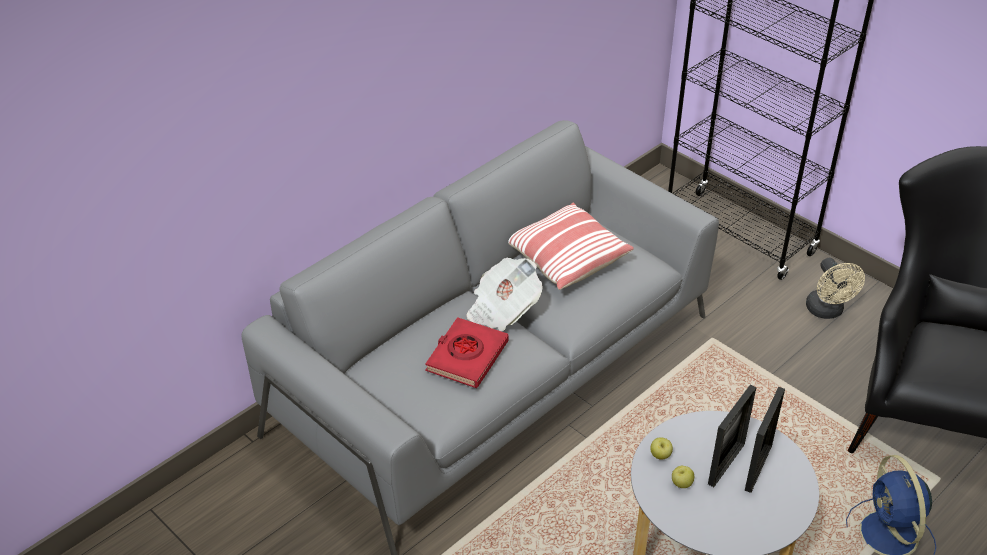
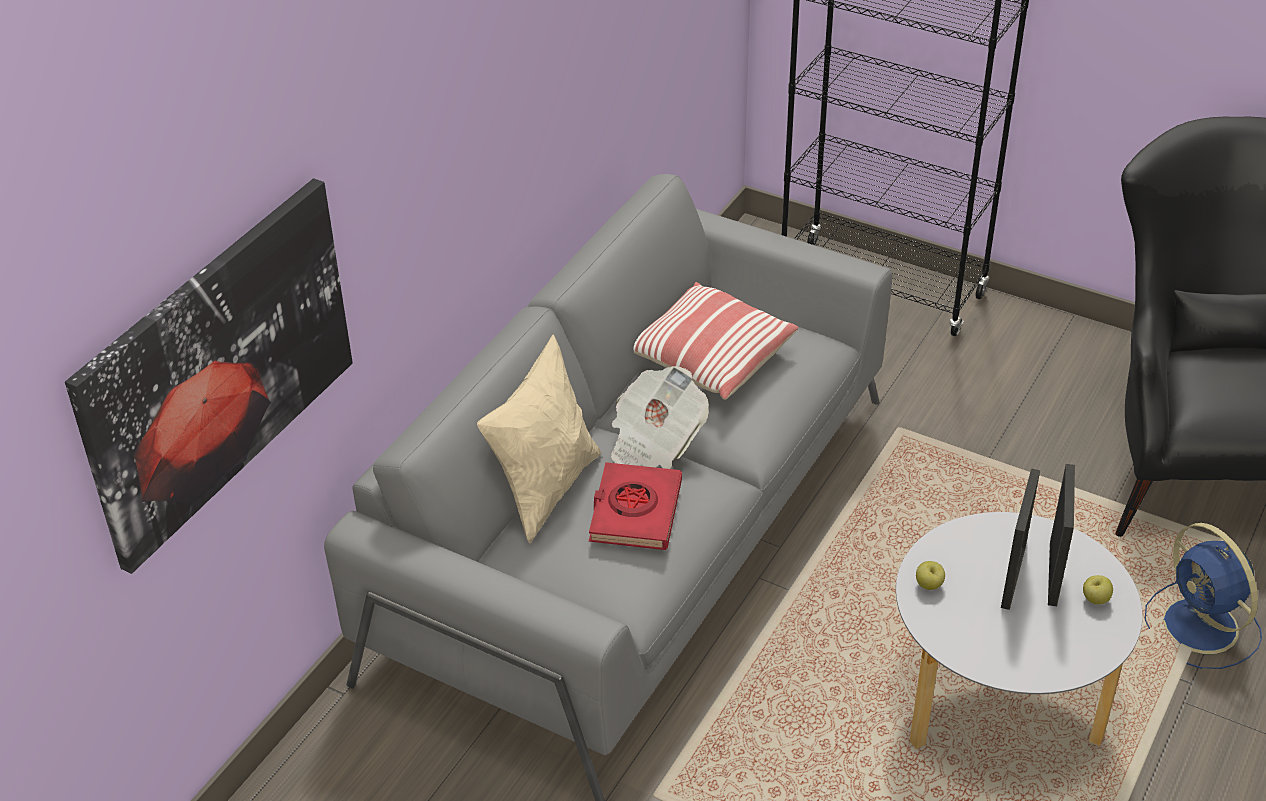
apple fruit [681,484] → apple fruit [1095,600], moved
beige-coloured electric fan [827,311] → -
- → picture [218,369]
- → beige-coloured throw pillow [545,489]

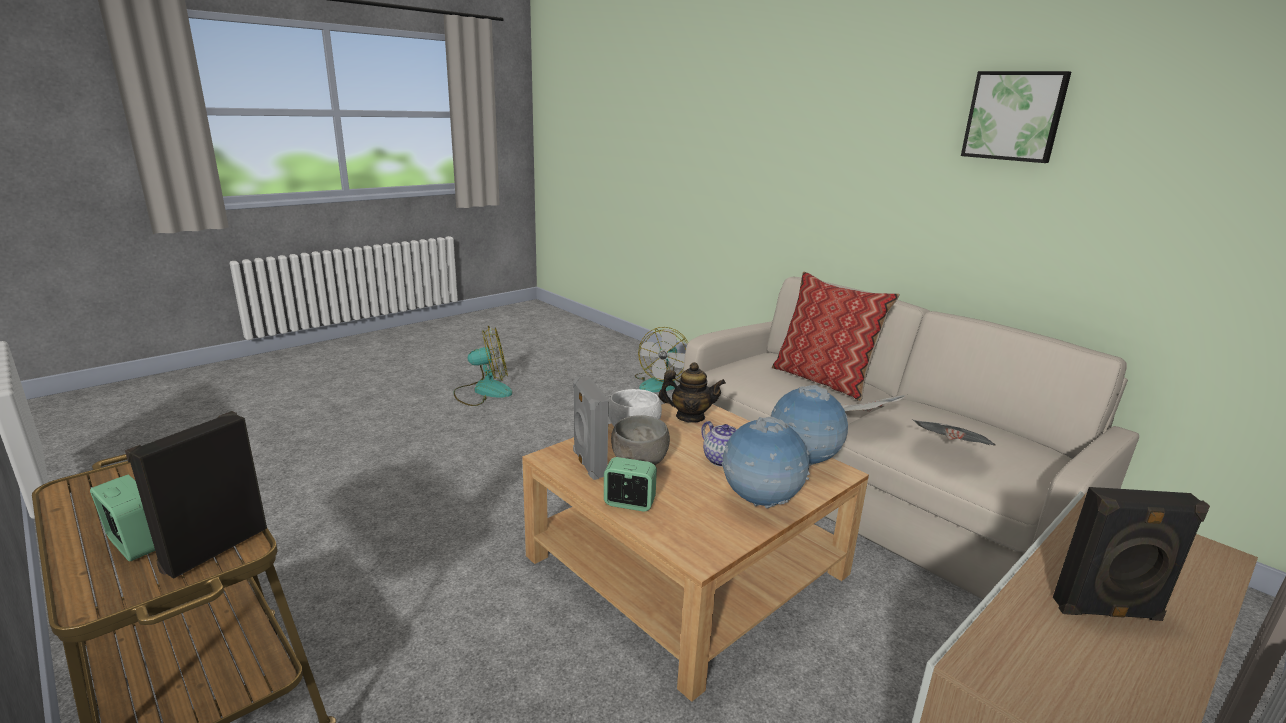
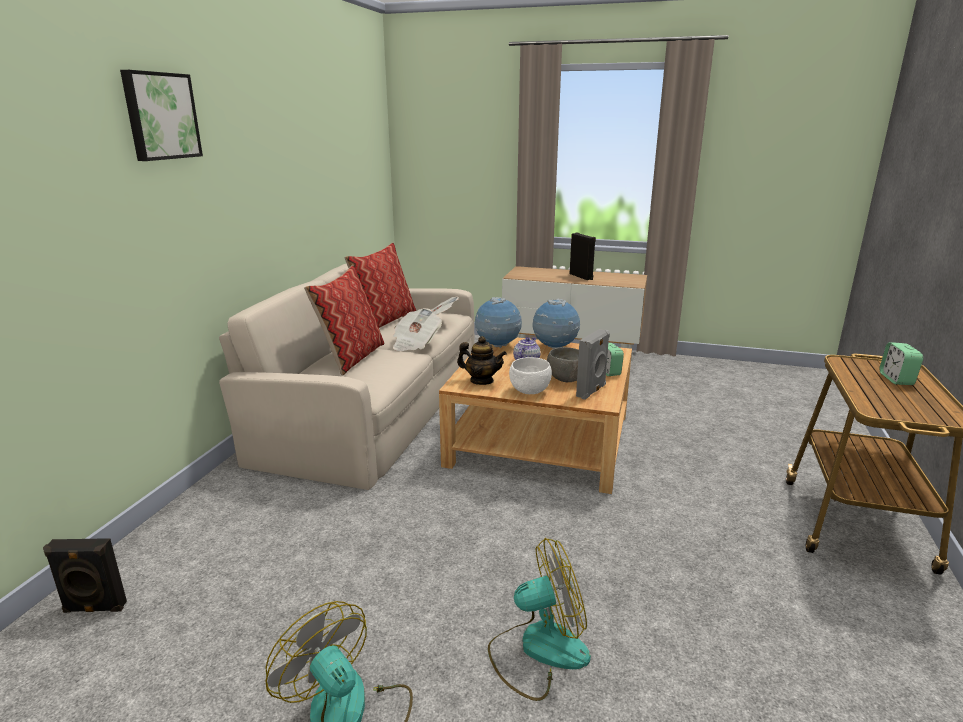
black speaker [214,547] → black speaker [94,608], moved
electric fan [661,383] → electric fan [538,650], moved
tea pot [690,417] → tea pot [481,381], 135 degrees clockwise
picture [1014,116] → picture [160,116], moved
- → throw pillow [385,320]

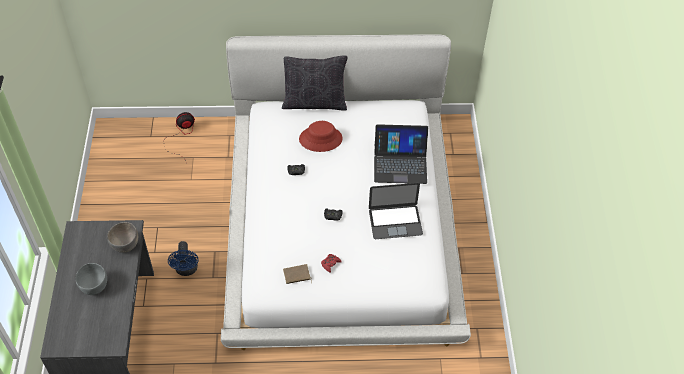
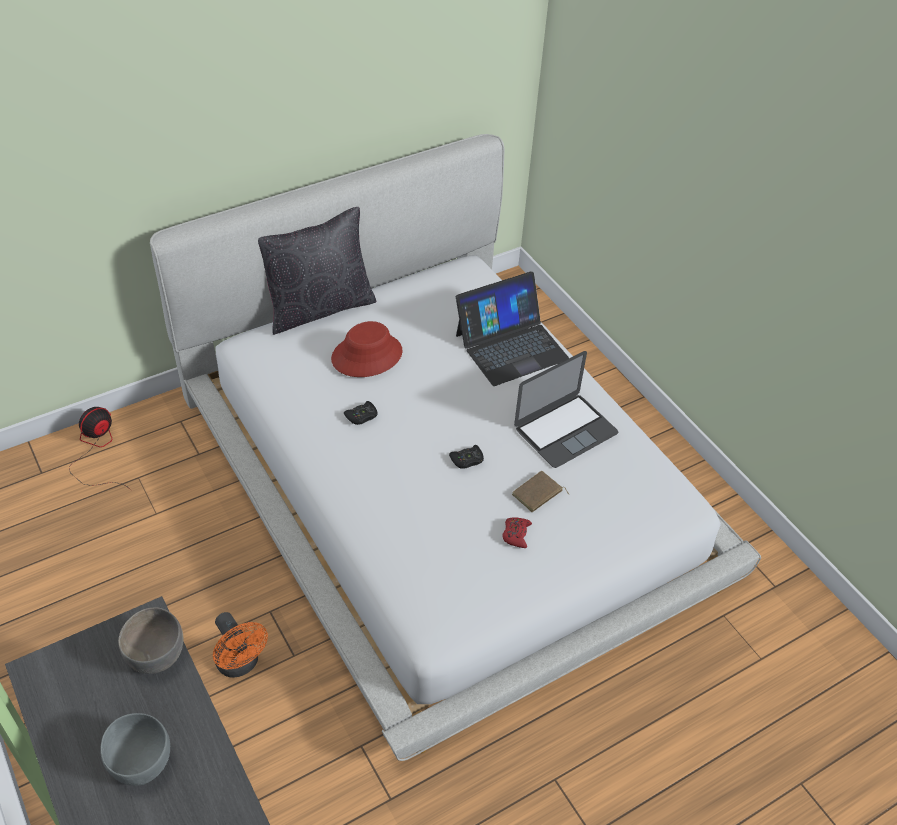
blue-coloured electric fan [186,270] → orange-coloured electric fan [240,664]
brownish book [297,276] → brownish book [538,494], moved

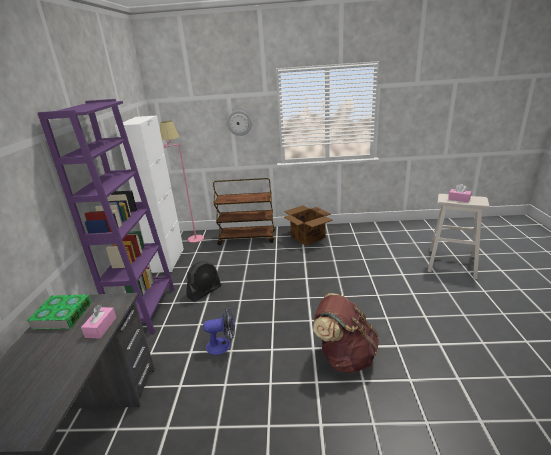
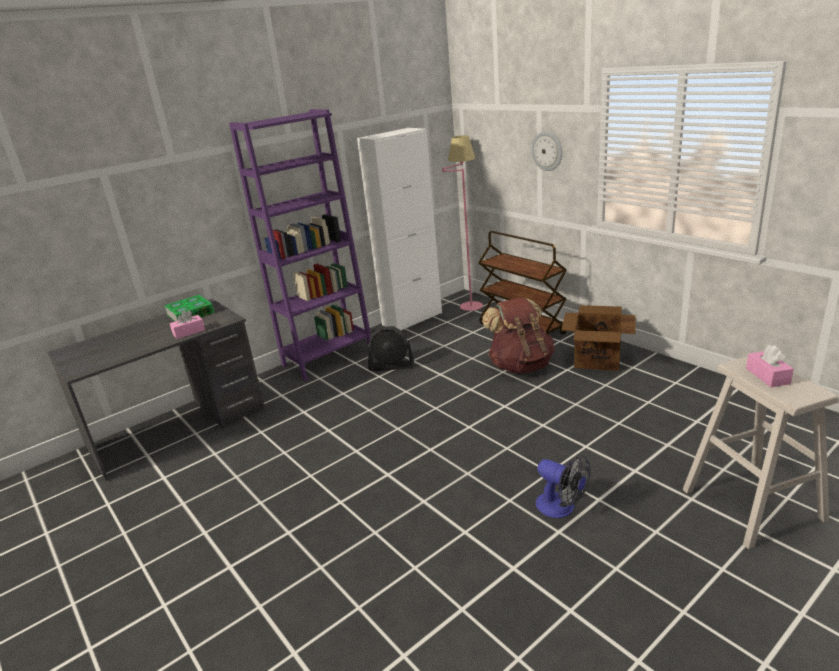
electric fan [223,345] → electric fan [561,508], moved
brownish rucksack [344,356] → brownish rucksack [520,365], moved

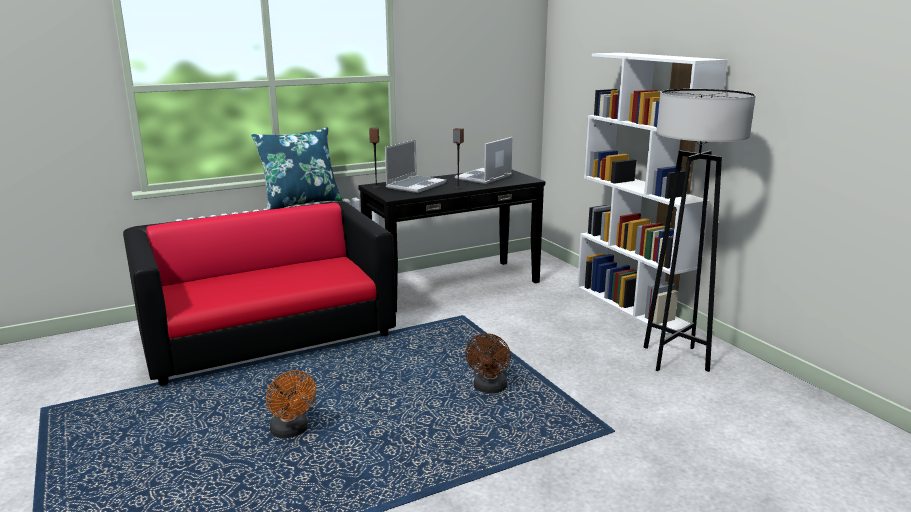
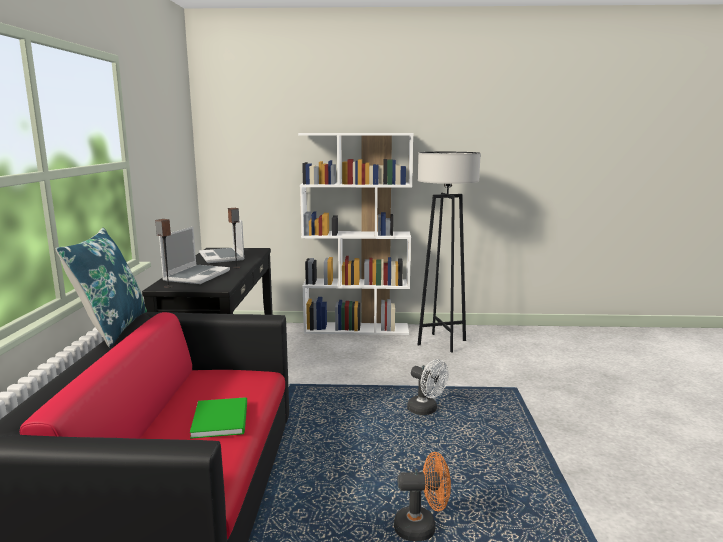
laptop [416,185] → laptop [197,275], 45 degrees clockwise
brownish electric fan [489,389] → white electric fan [426,410]
- → green book [222,418]

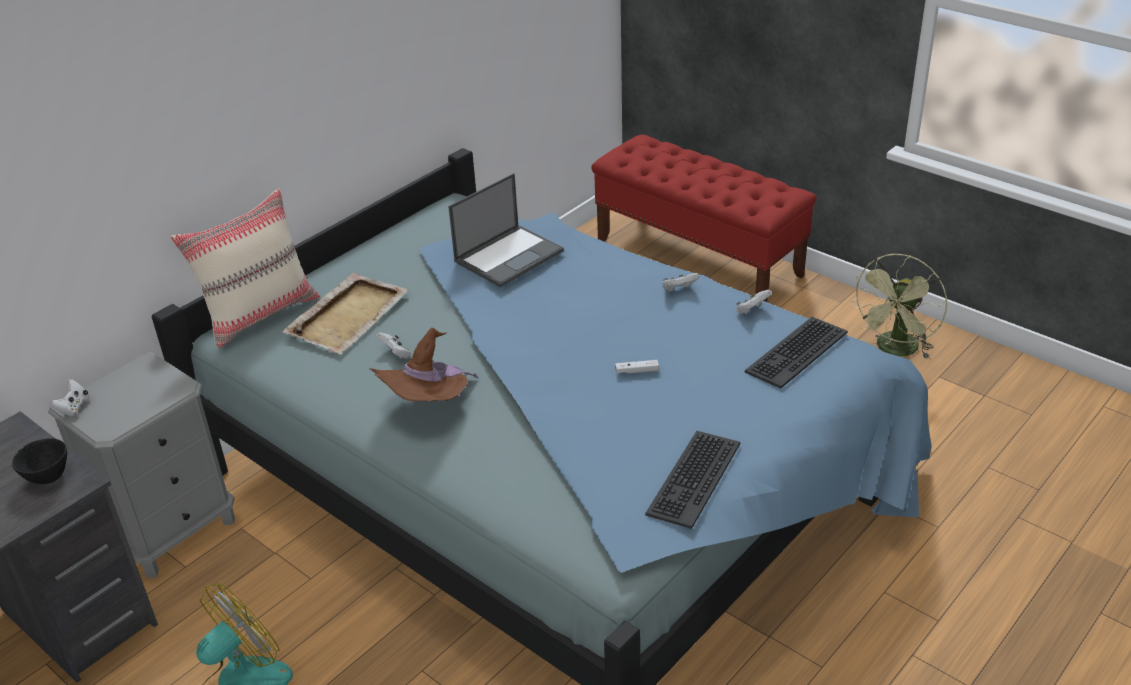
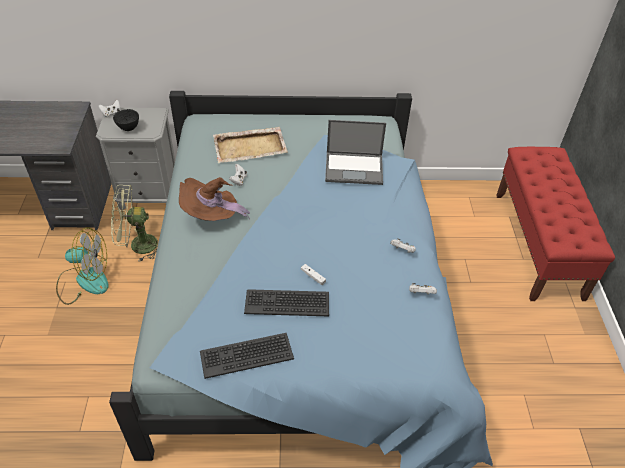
black deep dish [49,478] → black deep dish [128,128], moved
beige-coloured throw pillow [260,314] → -
computer keyboard [796,352] → computer keyboard [287,303], moved
green electric fan [895,350] → green electric fan [137,246], moved

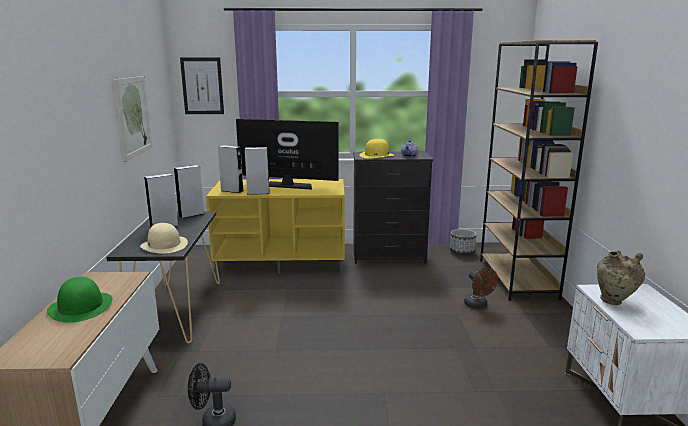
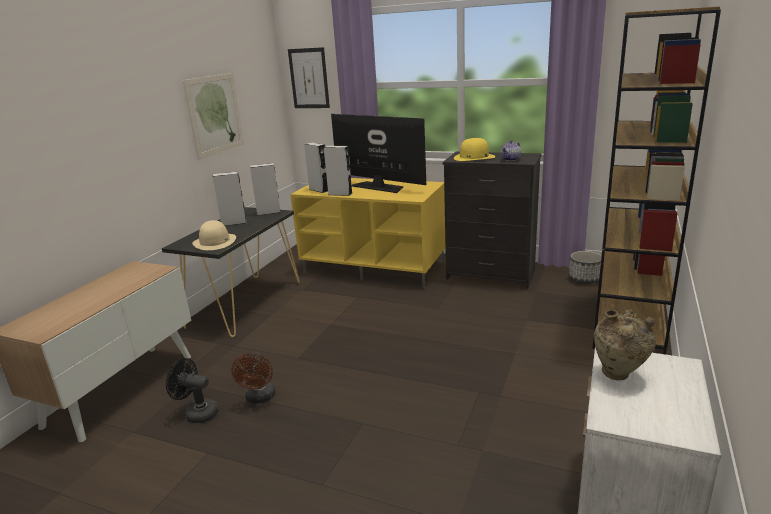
green wearable hat [80,307] → -
brownish electric fan [478,305] → brownish electric fan [260,398], moved

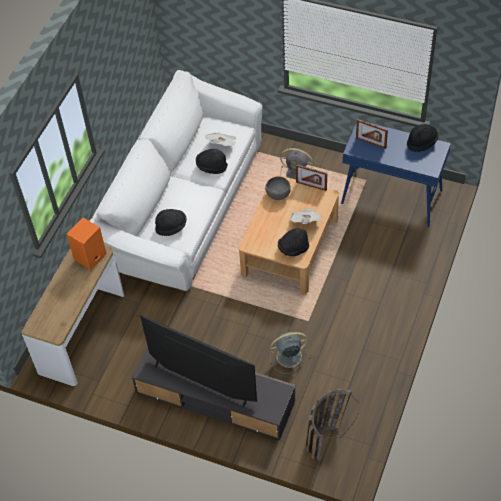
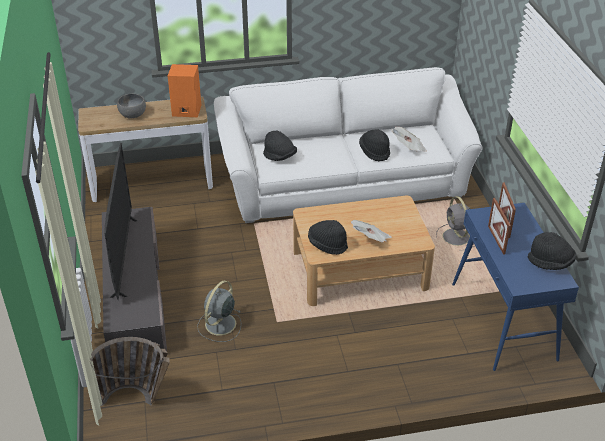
grey deep dish [278,194] → grey deep dish [133,114], moved
grey electric fan [287,357] → grey electric fan [219,325], 105 degrees counterclockwise
standing frame [311,186] → standing frame [496,240], moved

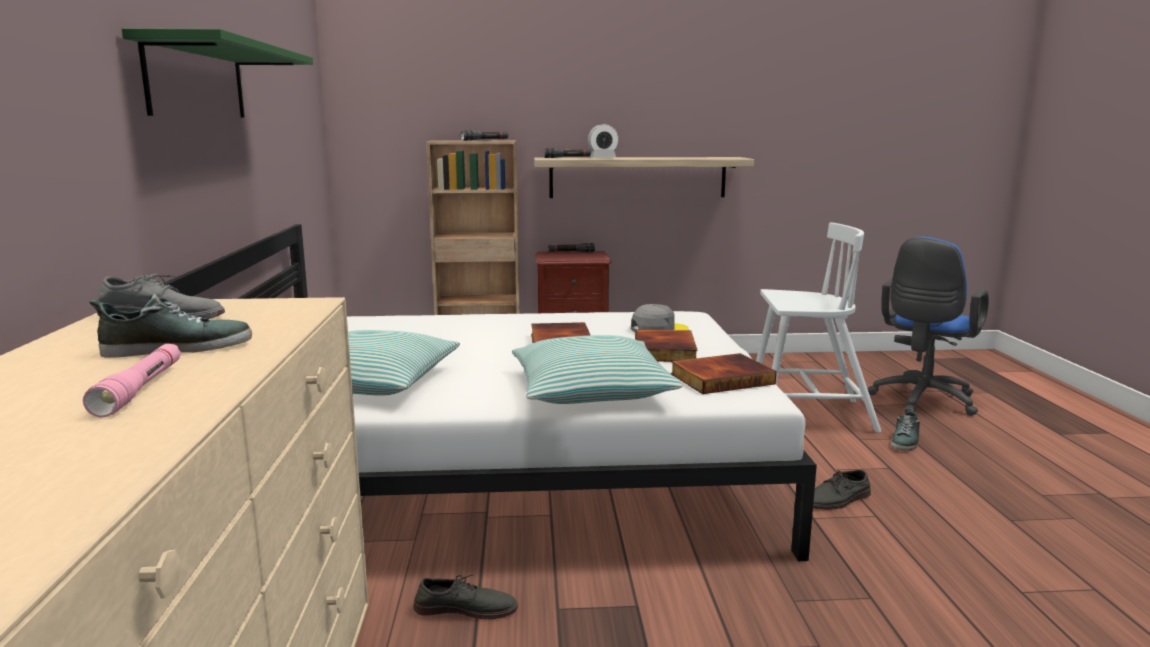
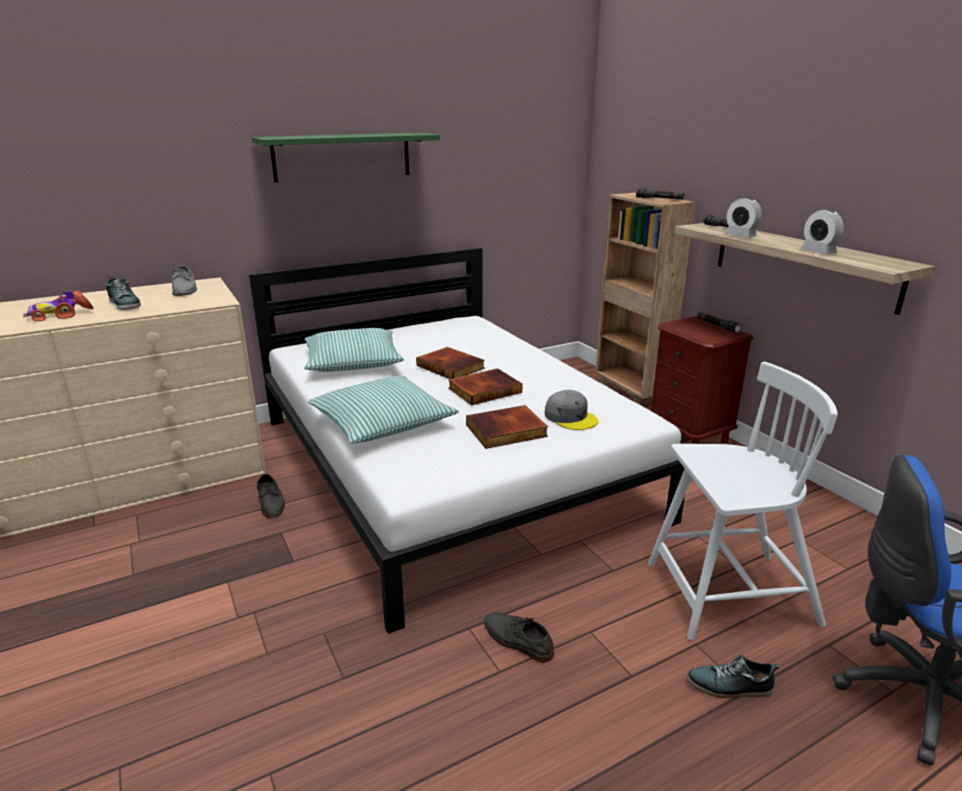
pink torch [140,389] → toy car [60,315]
book [721,378] → book [451,366], moved
white upright chair [807,415] → white upright chair [728,594], 75 degrees counterclockwise
- → table clock [818,252]

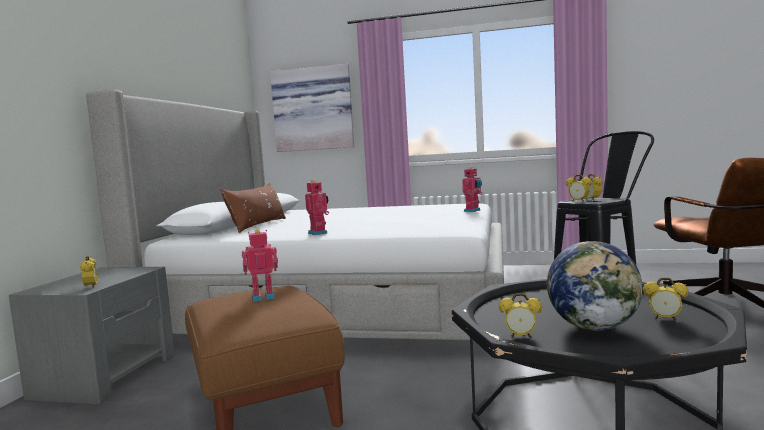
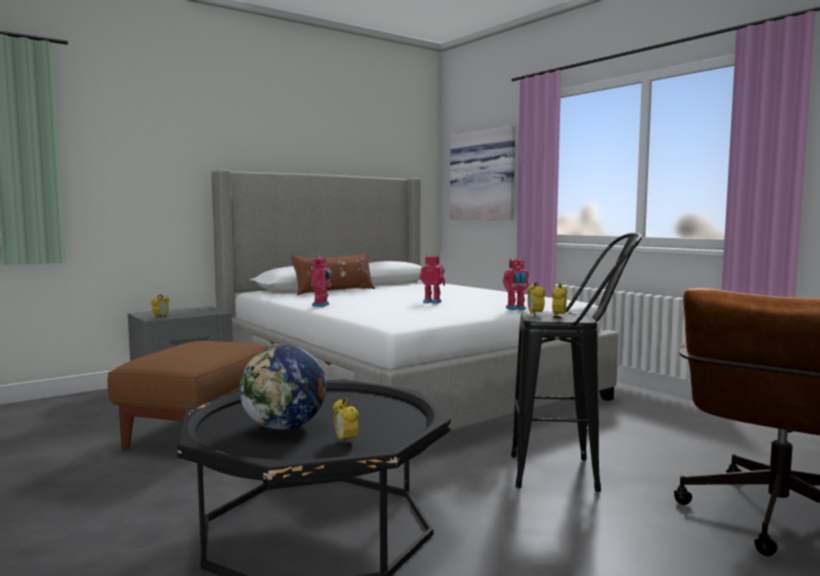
model robot [263,297] → model robot [432,302], moved
table clock [521,336] → -

